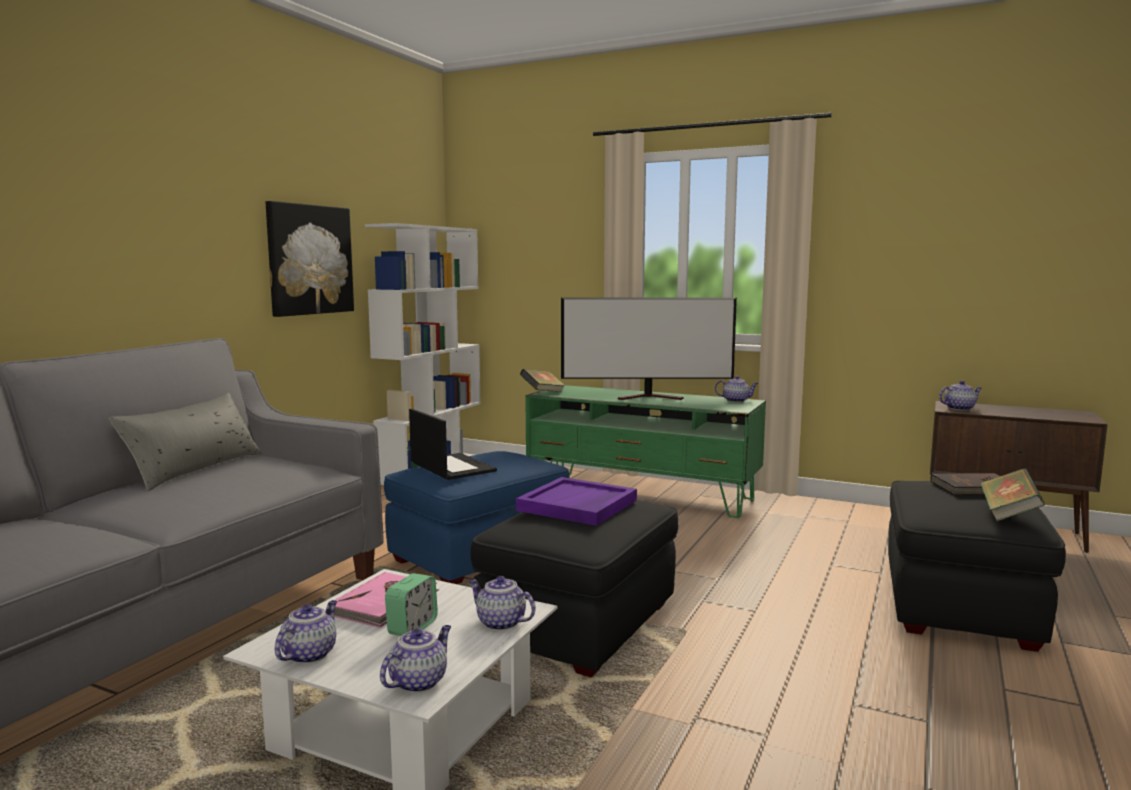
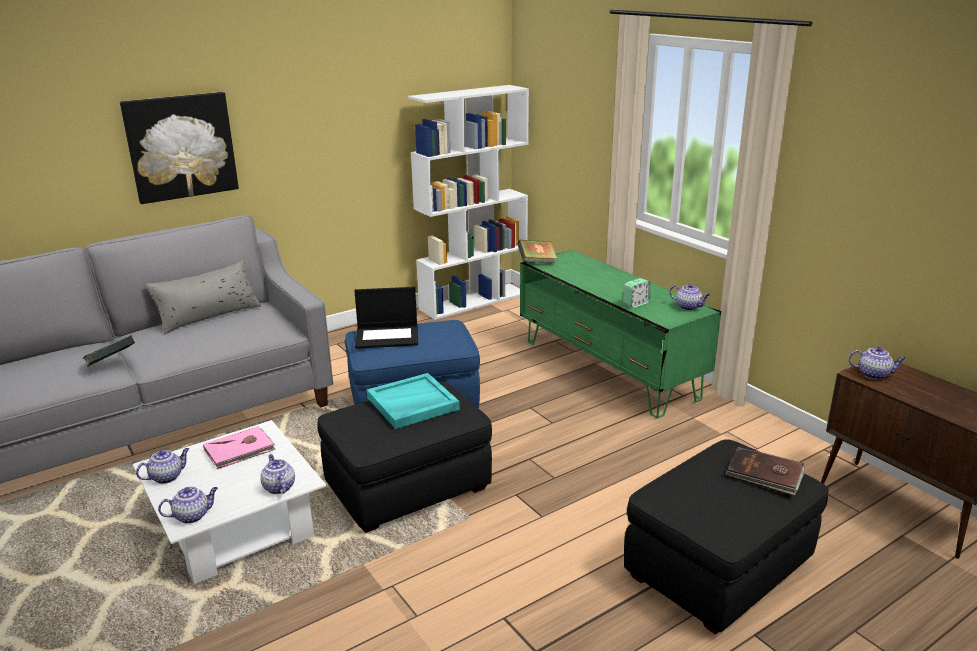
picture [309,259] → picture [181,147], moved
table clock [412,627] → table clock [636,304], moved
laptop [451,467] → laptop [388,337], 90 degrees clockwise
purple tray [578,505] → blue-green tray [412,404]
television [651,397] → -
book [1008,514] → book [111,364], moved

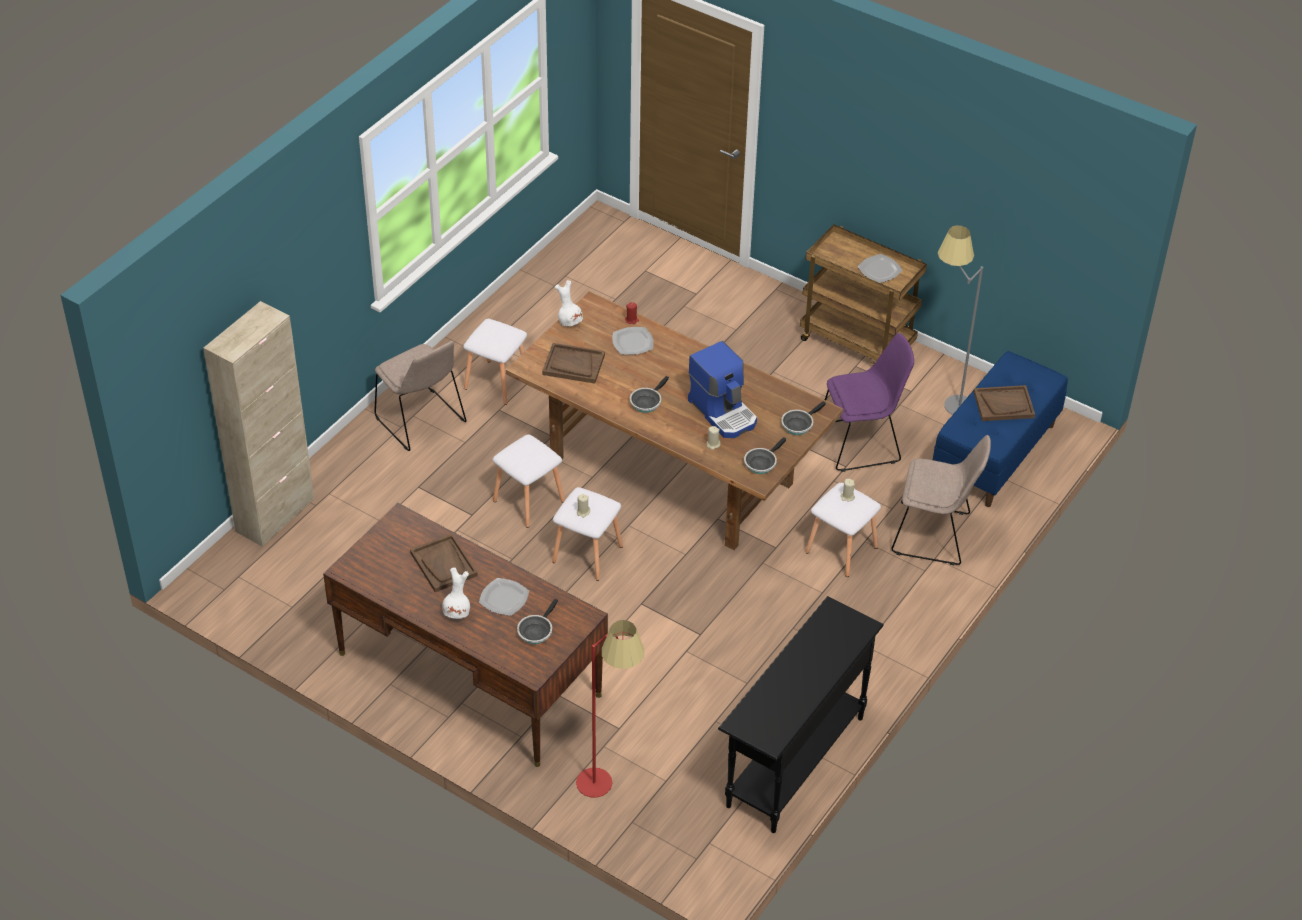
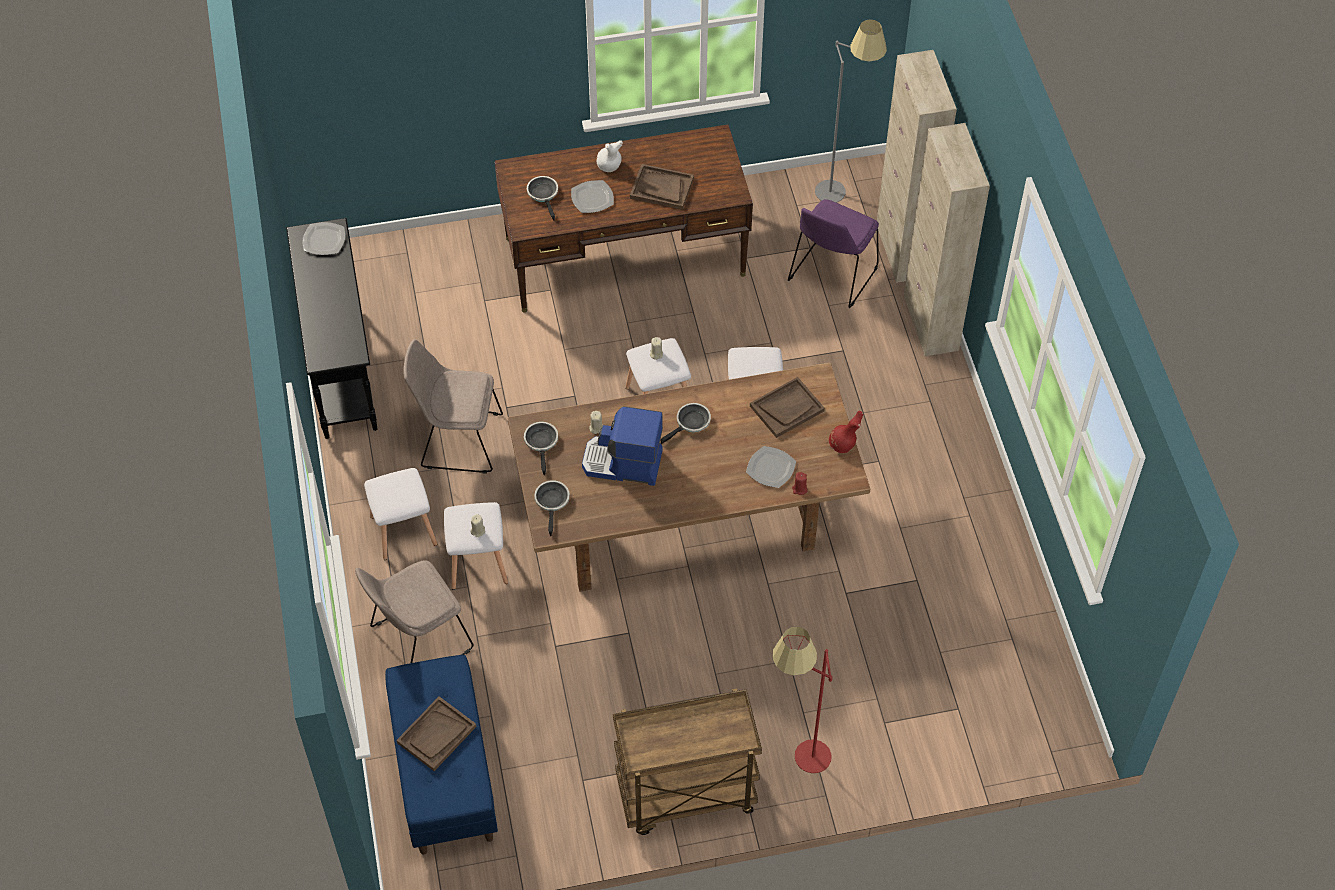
beige-coloured upright chair [421,422] → beige-coloured upright chair [458,440], moved
white stool [497,381] → white stool [404,531], moved
white flower vase [570,322] → reddish flower vase [843,445]
reddish standing lamp [609,788] → reddish standing lamp [797,762], moved
frying pan [646,401] → frying pan [691,423], 60 degrees clockwise
purple upright chair [862,442] → purple upright chair [831,276], moved
flat dish [879,270] → flat dish [324,240], moved
grey standing lamp [945,402] → grey standing lamp [842,186], moved
- → beige-coloured storage cabinet [930,323]

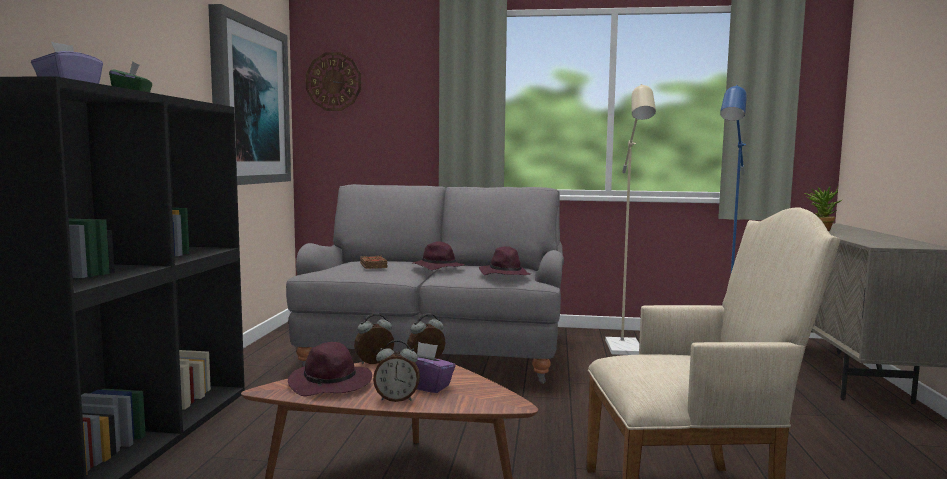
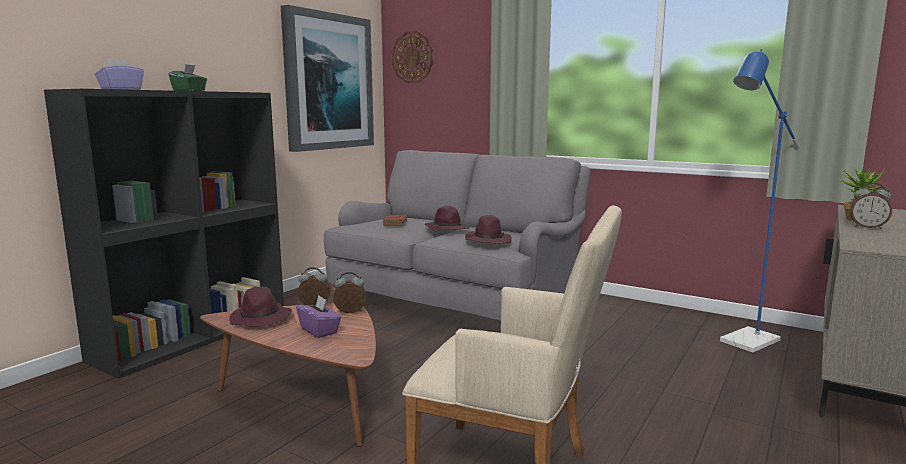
table clock [397,399] → table clock [867,227], moved
beige-coloured standing lamp [625,350] → -

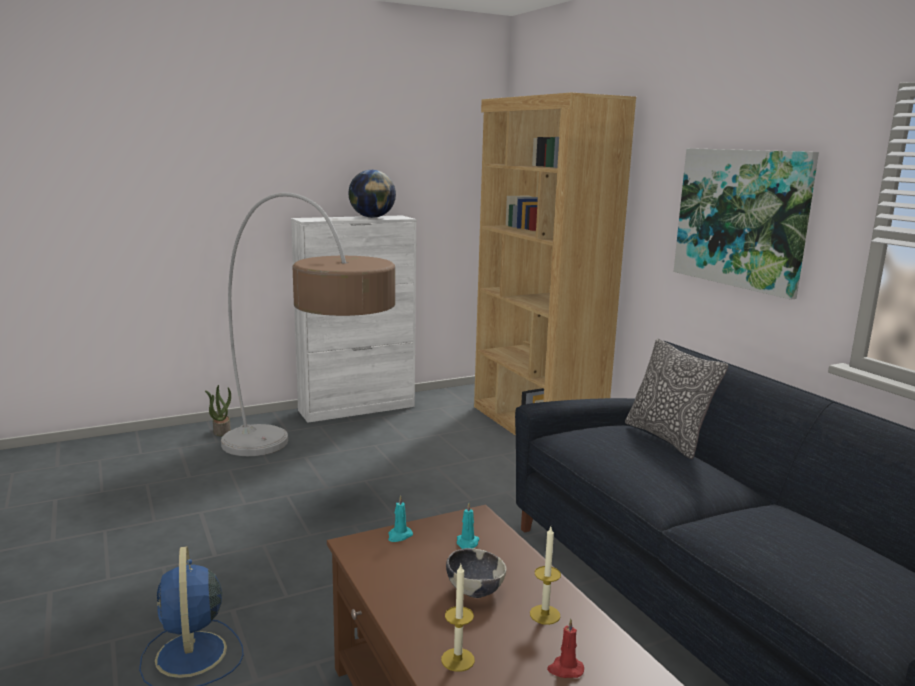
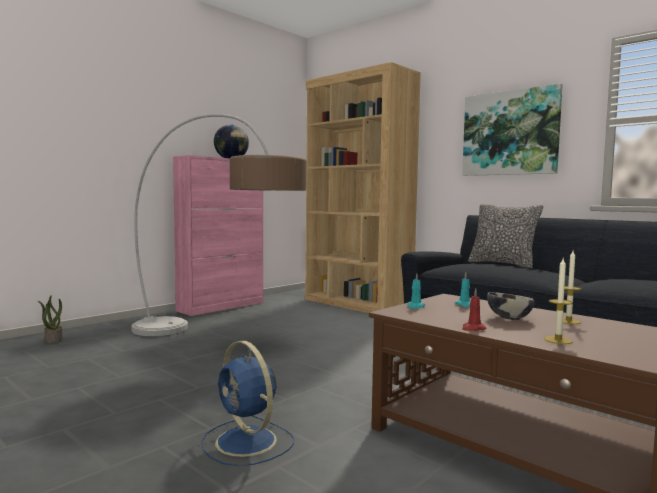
plant in a pot [221,431] → plant in a pot [53,340], moved
white storage cabinet [357,408] → pink storage cabinet [221,306]
reddish wax candle [565,669] → reddish wax candle [473,328], moved

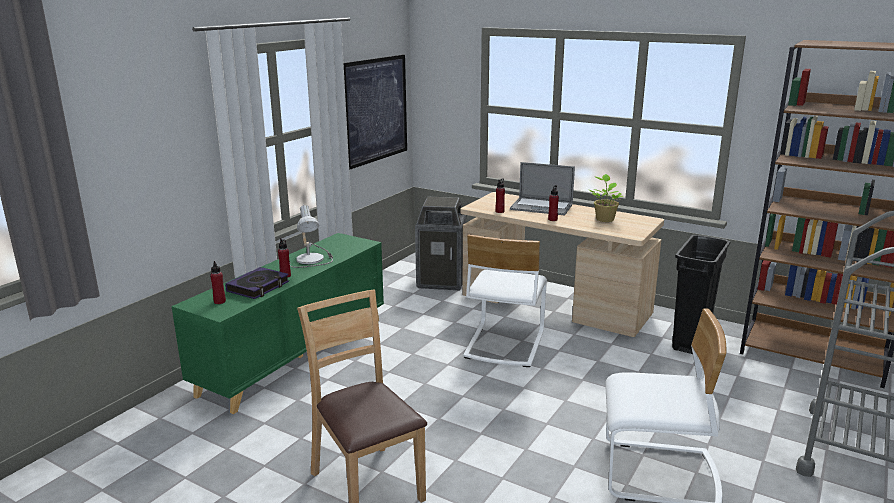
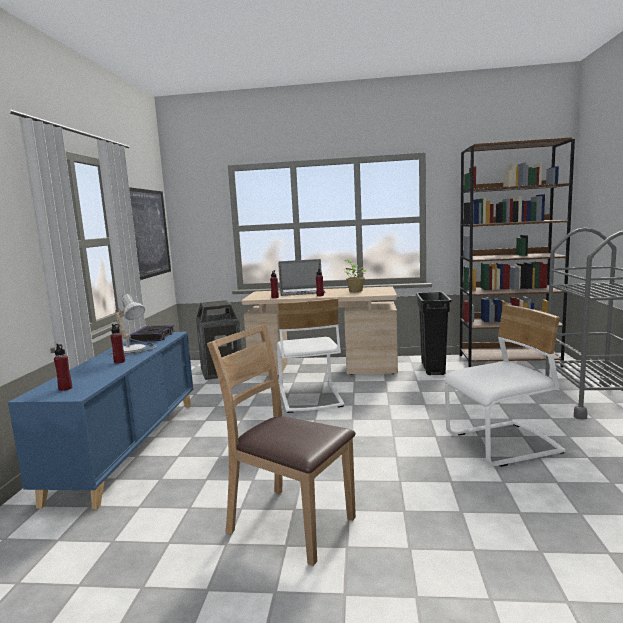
green storage cabinet [296,354] → blue-coloured storage cabinet [129,446]
book [258,287] → book [153,337], moved

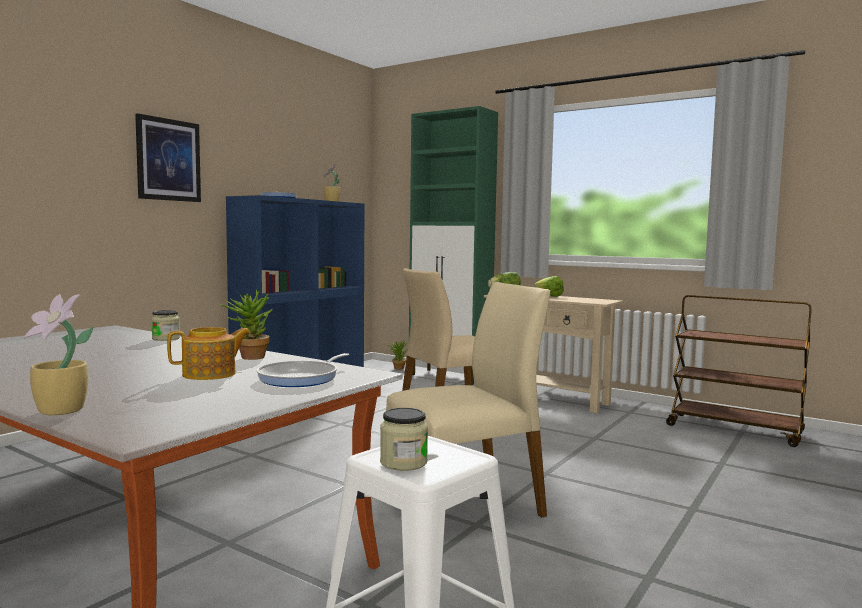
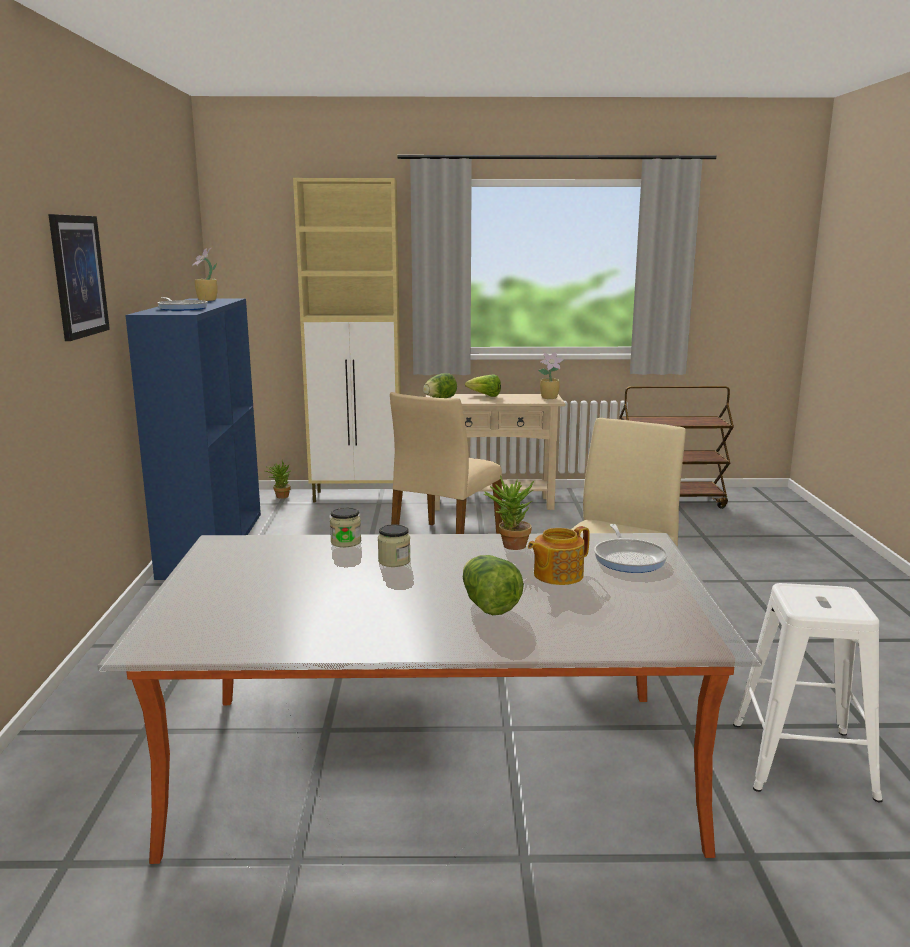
plant in a pot [61,411] → plant in a pot [550,398], moved
tea pot [210,374] → tea pot [557,575], 150 degrees counterclockwise
preserve jar [403,462] → preserve jar [394,561], moved
green storage cabinet [450,377] → beige-coloured storage cabinet [358,497]
- → lettuce head [488,605]

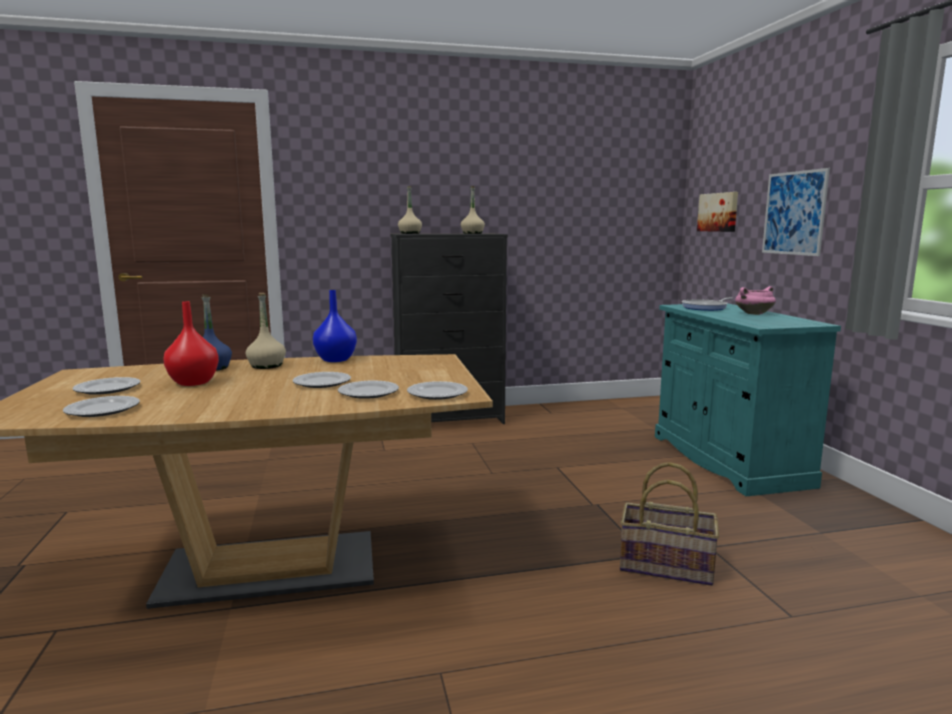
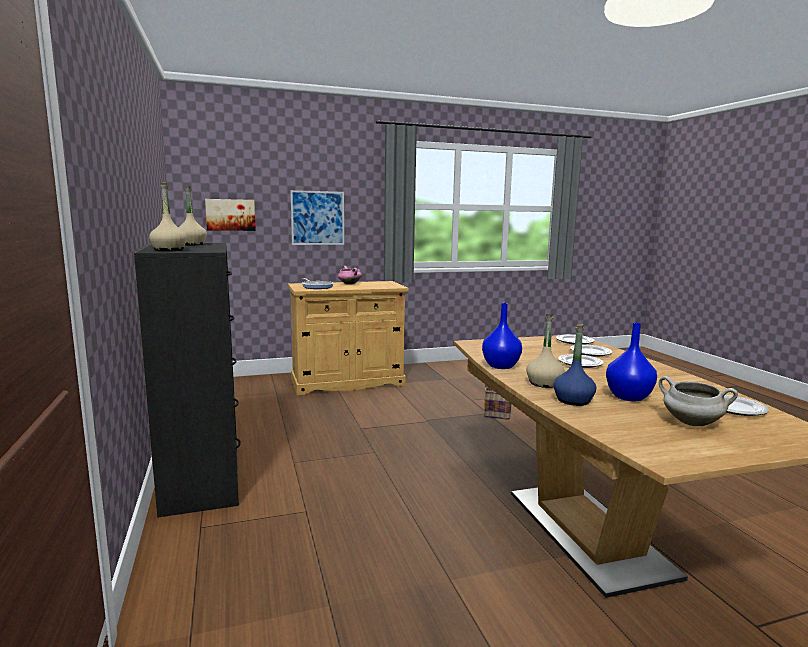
flat dish [108,389] → white saucepot [690,423]
reddish flower vase [193,383] → blue-coloured flower vase [629,397]
blue-green storage cabinet [727,460] → beige-coloured storage cabinet [347,382]

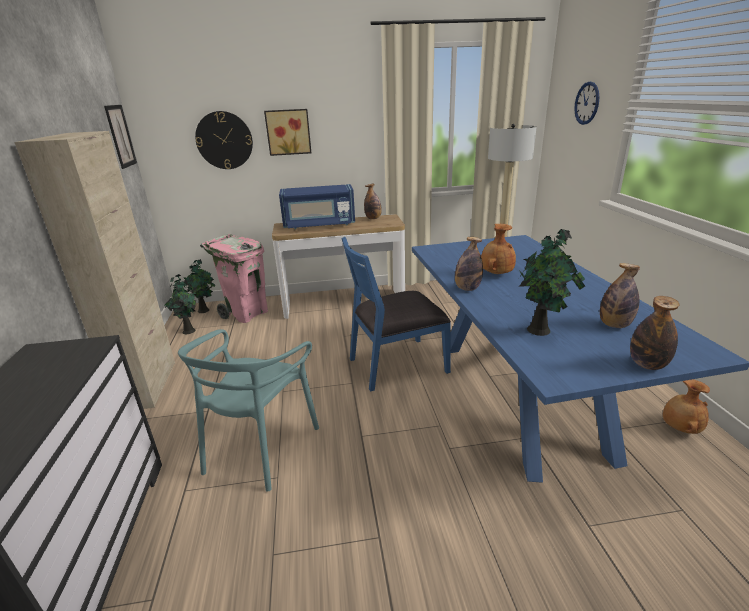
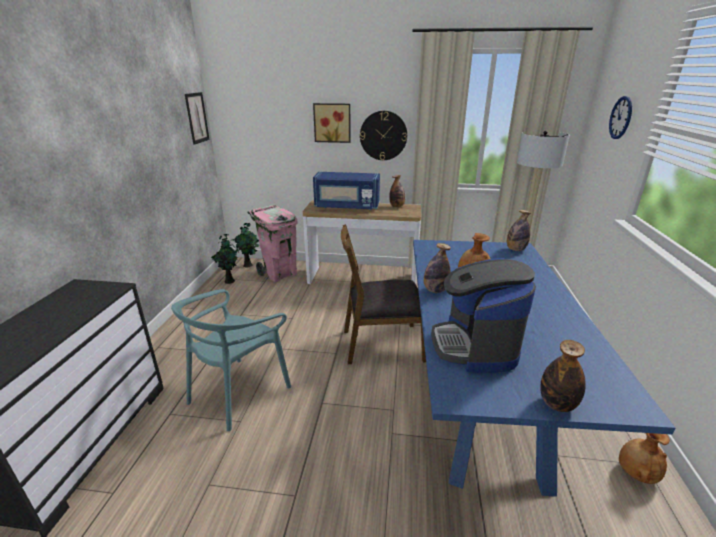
beige-coloured storage cabinet [148,385] → -
hanging clock [224,140] → hanging clock [383,135], moved
blue-coloured upright chair [396,364] → brownish upright chair [382,344]
plant in a pot [540,330] → coffee maker [475,346]
beverage bottle [614,325] → beverage bottle [515,249], moved

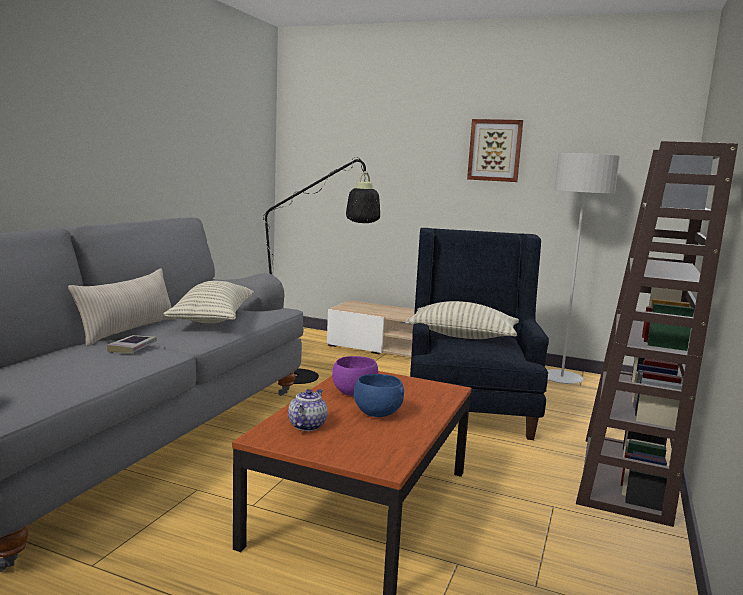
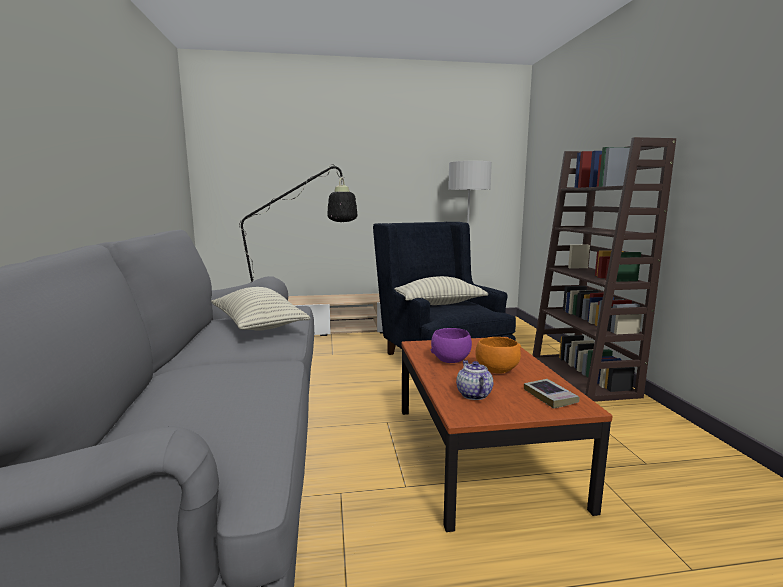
beige-coloured throw pillow [128,330] → -
book [132,348] → book [550,396], moved
blue-coloured deep dish [377,413] → orange-coloured deep dish [495,370]
picture [495,150] → -

